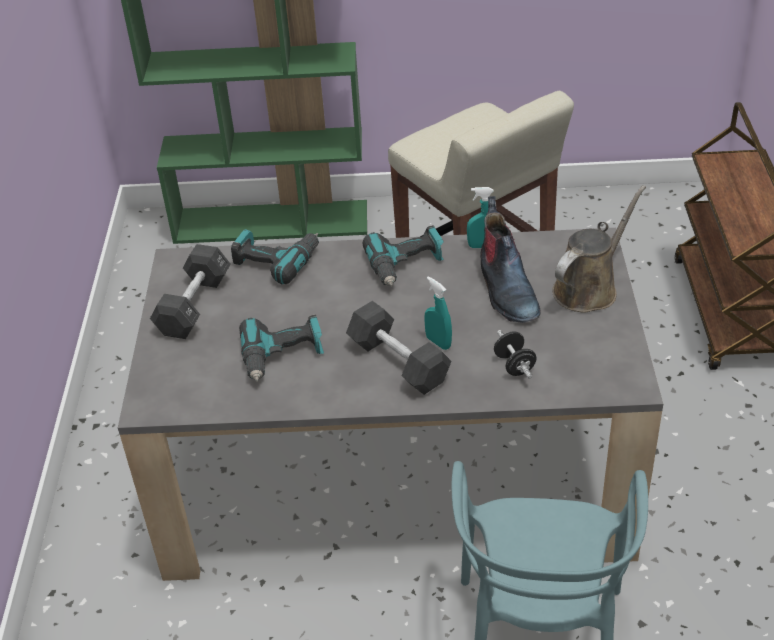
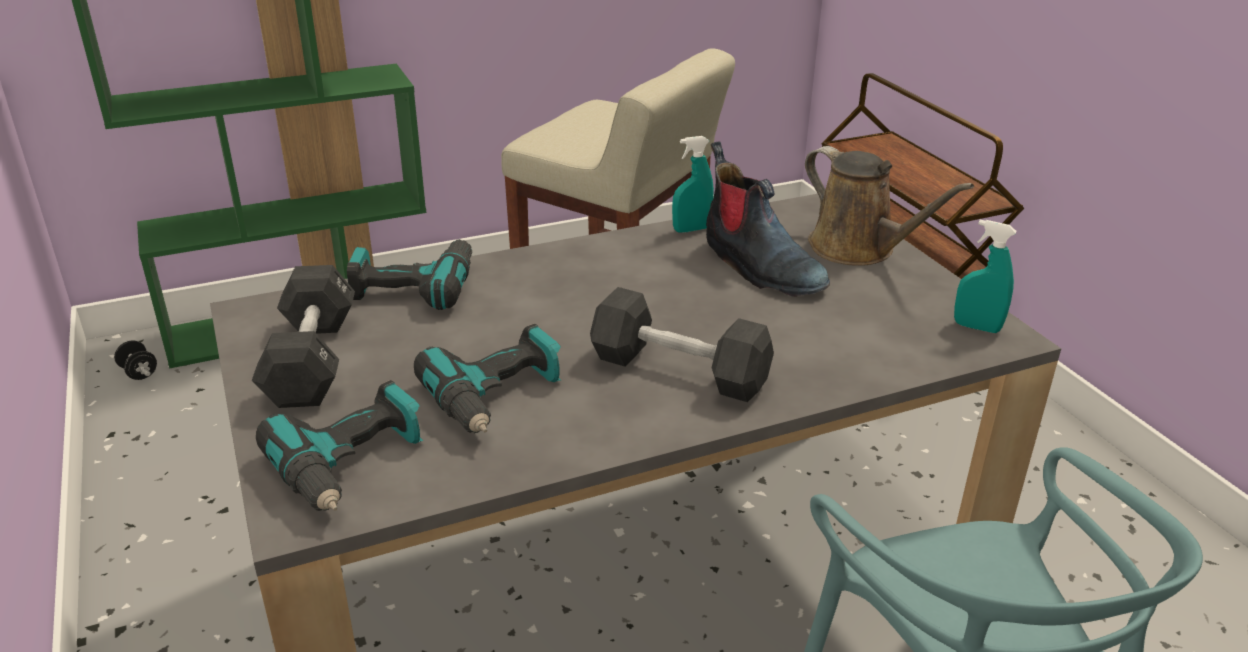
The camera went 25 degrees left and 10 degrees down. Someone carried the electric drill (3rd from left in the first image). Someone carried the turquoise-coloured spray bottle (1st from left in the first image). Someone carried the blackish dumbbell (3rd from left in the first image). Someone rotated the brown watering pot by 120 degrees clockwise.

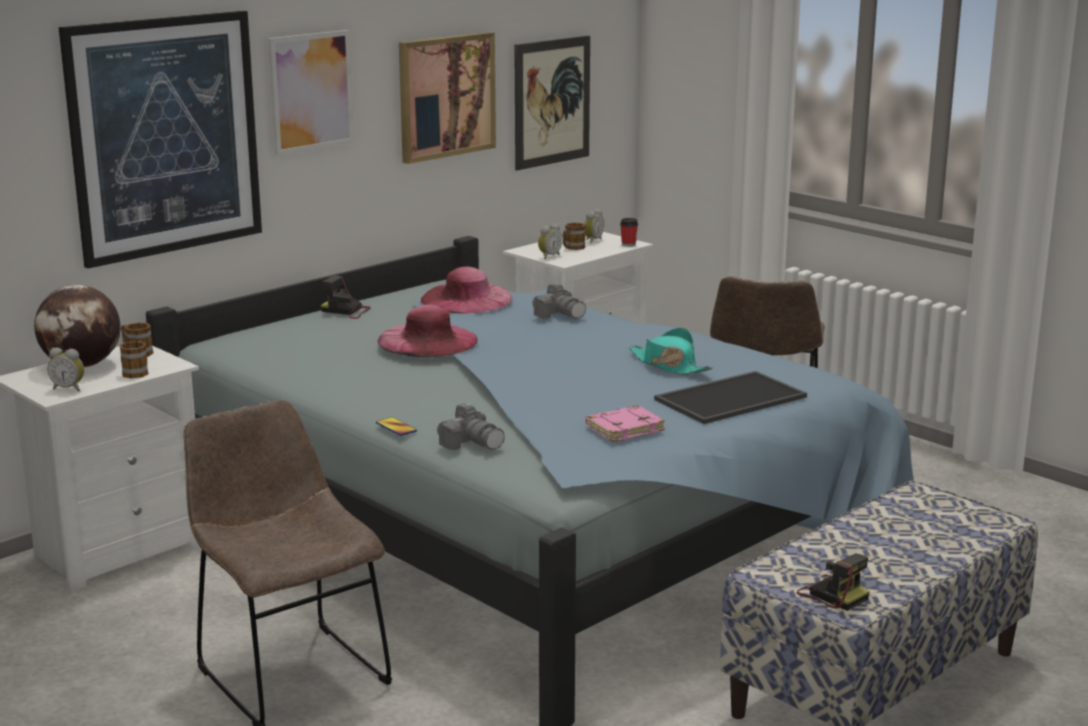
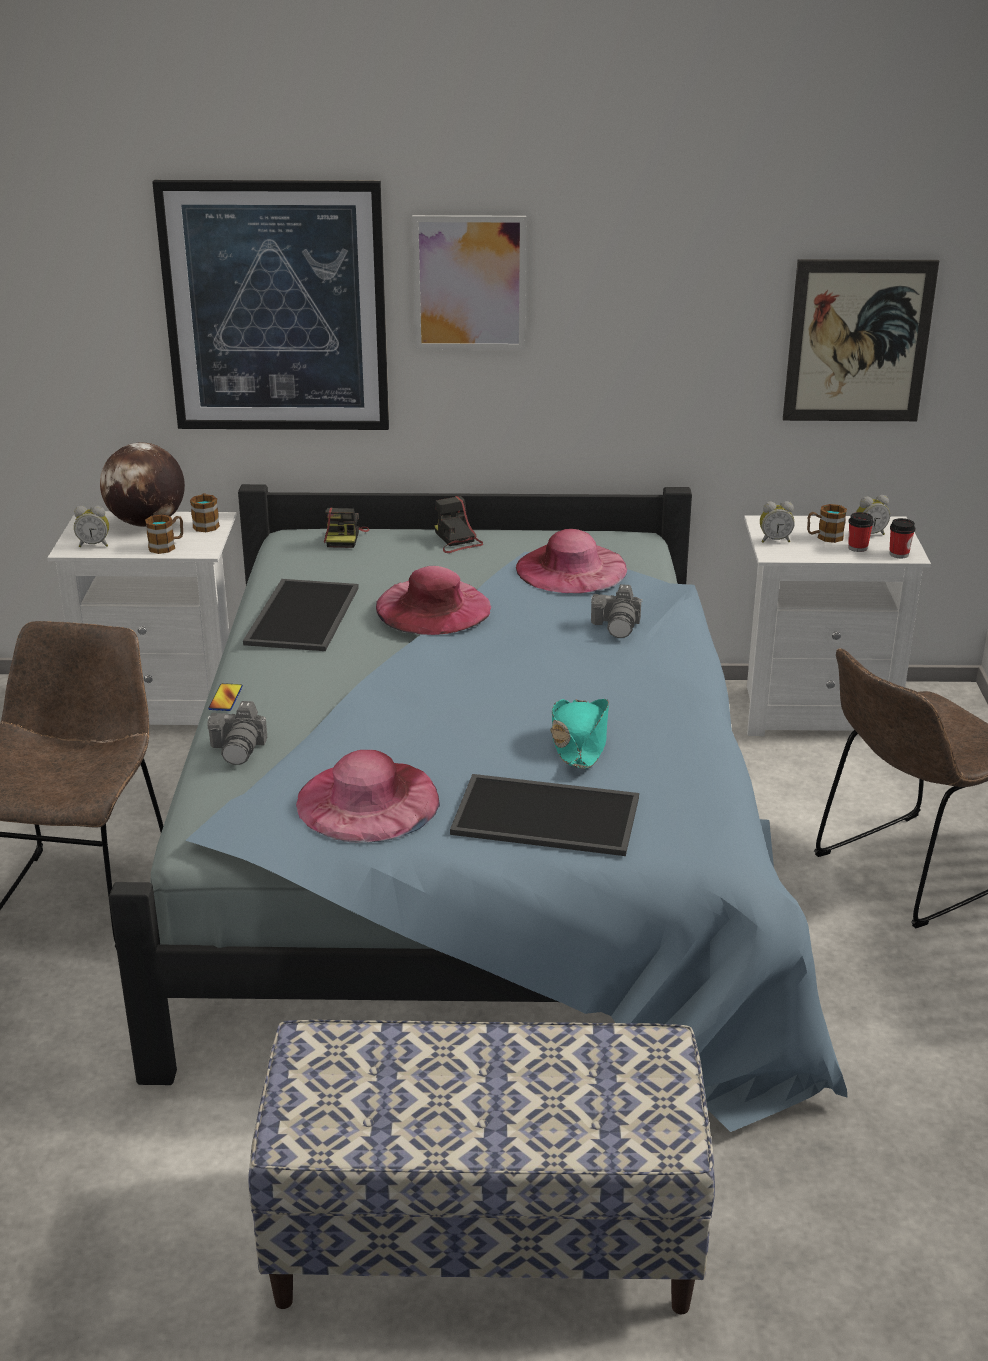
The camera went 45 degrees right and 10 degrees up. Someone rotated the alarm clock (1st from left) by 60 degrees counterclockwise. Someone took away the picture (3rd from left). Someone swapped the pink bound book for the pink wearable hat (1st from left). Someone carried the photo camera (4th from left in the first image). Someone put down the tray (1st from left). Someone put down the cup (1st from left).

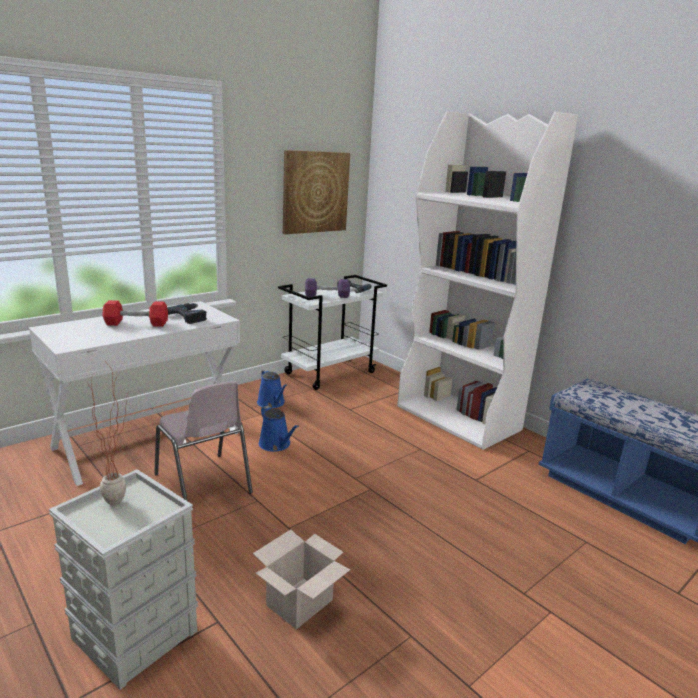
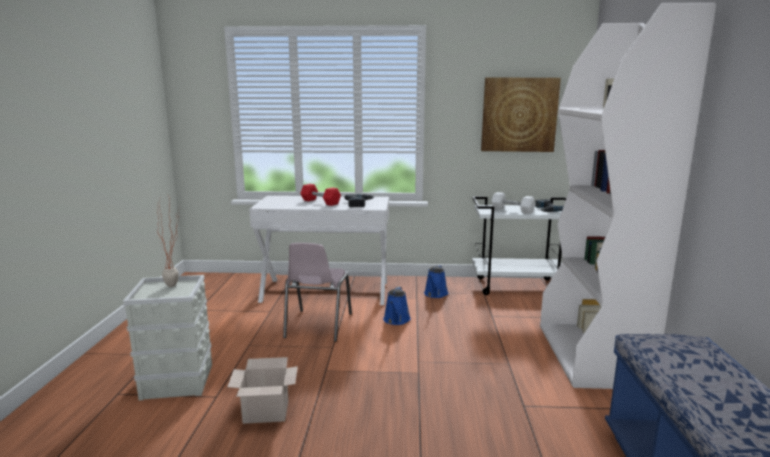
The camera went 45 degrees right and 5 degrees down. Someone repainted the purple-coloured dumbbell, which became the white-coloured dumbbell.

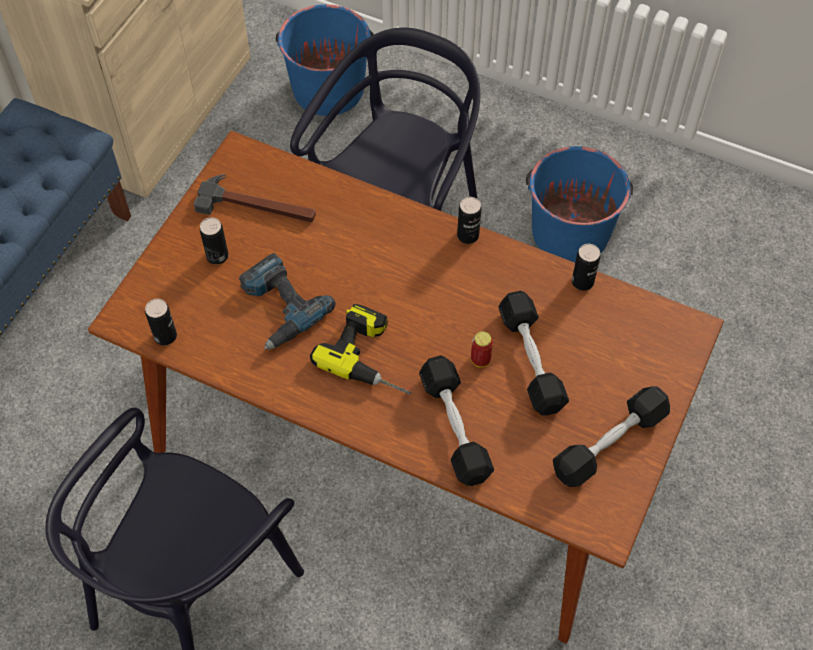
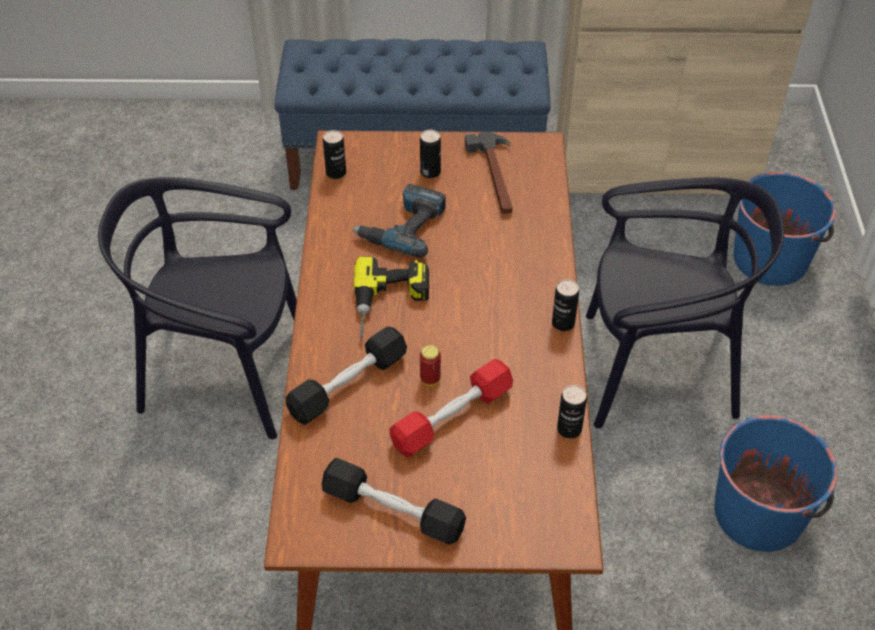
The camera went 65 degrees right and 10 degrees down. Someone repainted the blackish dumbbell (2nd from left), which became the red-coloured dumbbell.

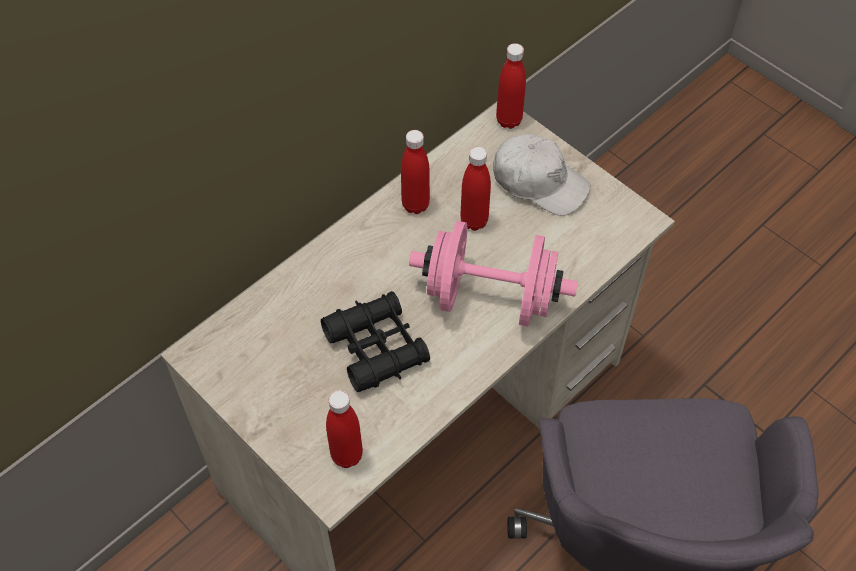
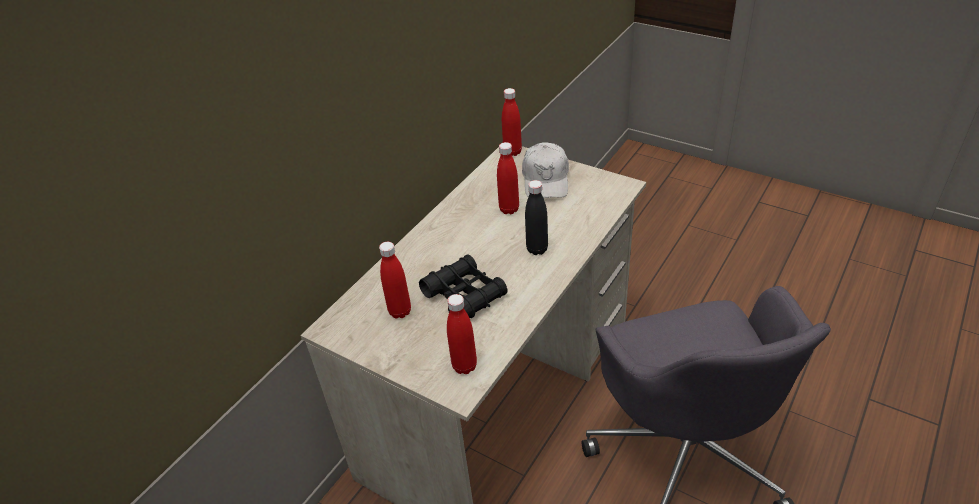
The camera went 10 degrees left and 15 degrees down. Someone carried the red-coloured drink bottle (2nd from left in the first image). Someone swapped the pink dumbbell for the blackish drink bottle. Someone rotated the white-coloured baseball cap by 75 degrees clockwise.

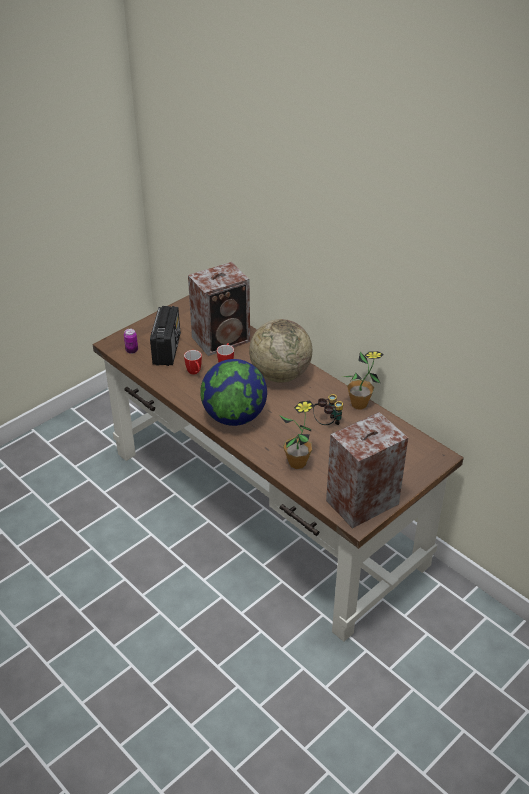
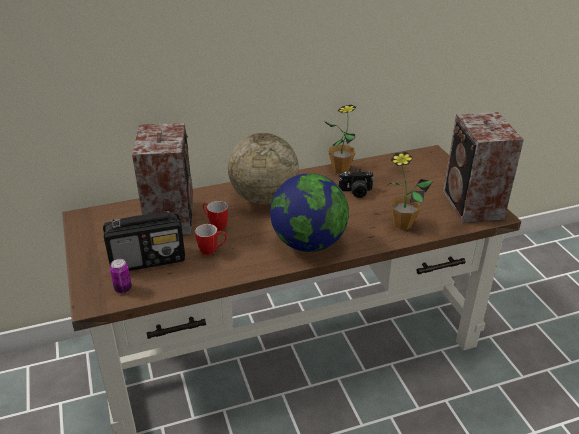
The camera went 65 degrees left and 5 degrees down. Someone rotated the radio receiver by 135 degrees clockwise. Someone swapped the binoculars for the photo camera.

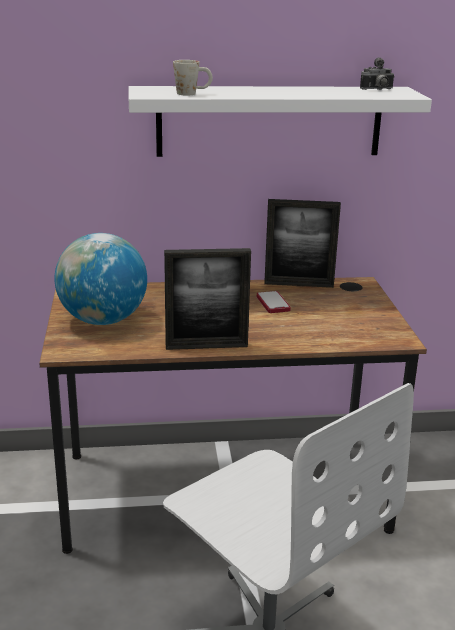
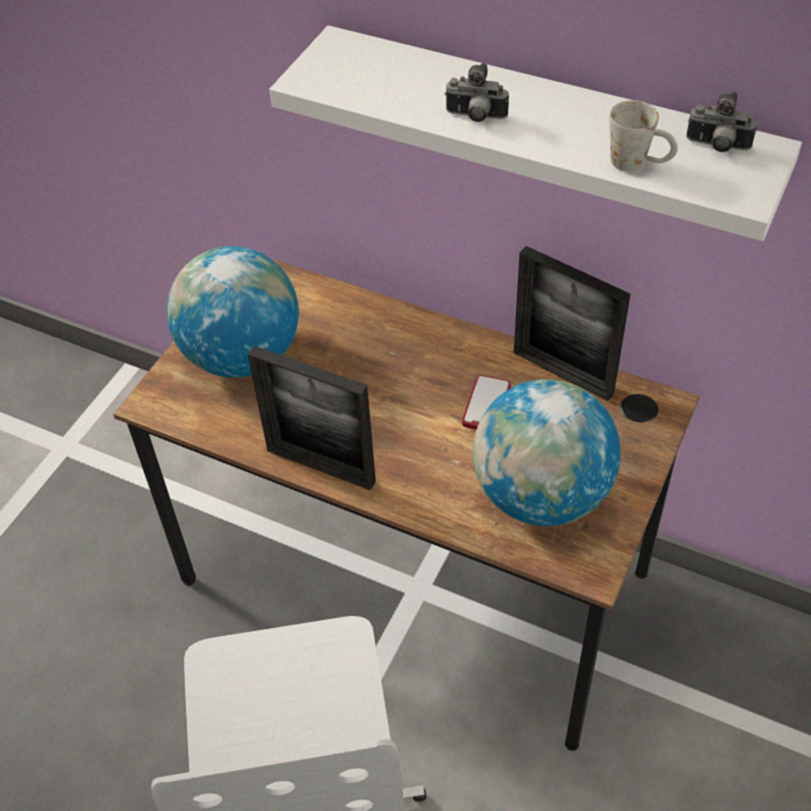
The camera went 35 degrees right and 25 degrees up. Someone carried the white-coloured mug. Someone put down the photo camera (1st from left). Someone put down the desk globe (2nd from left).

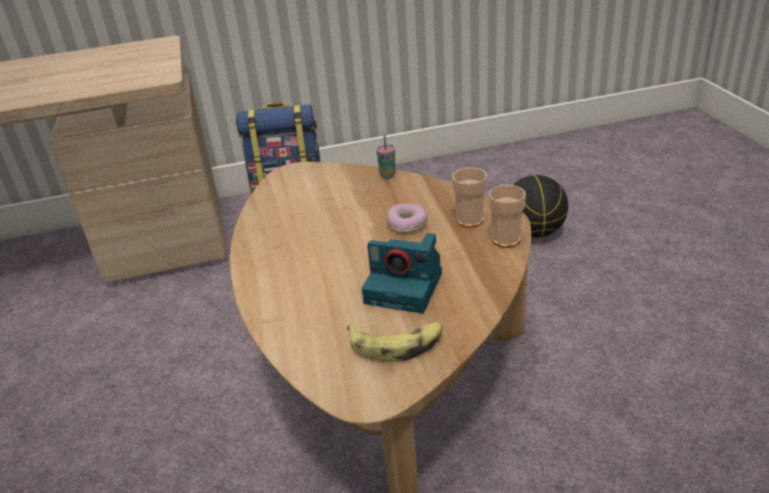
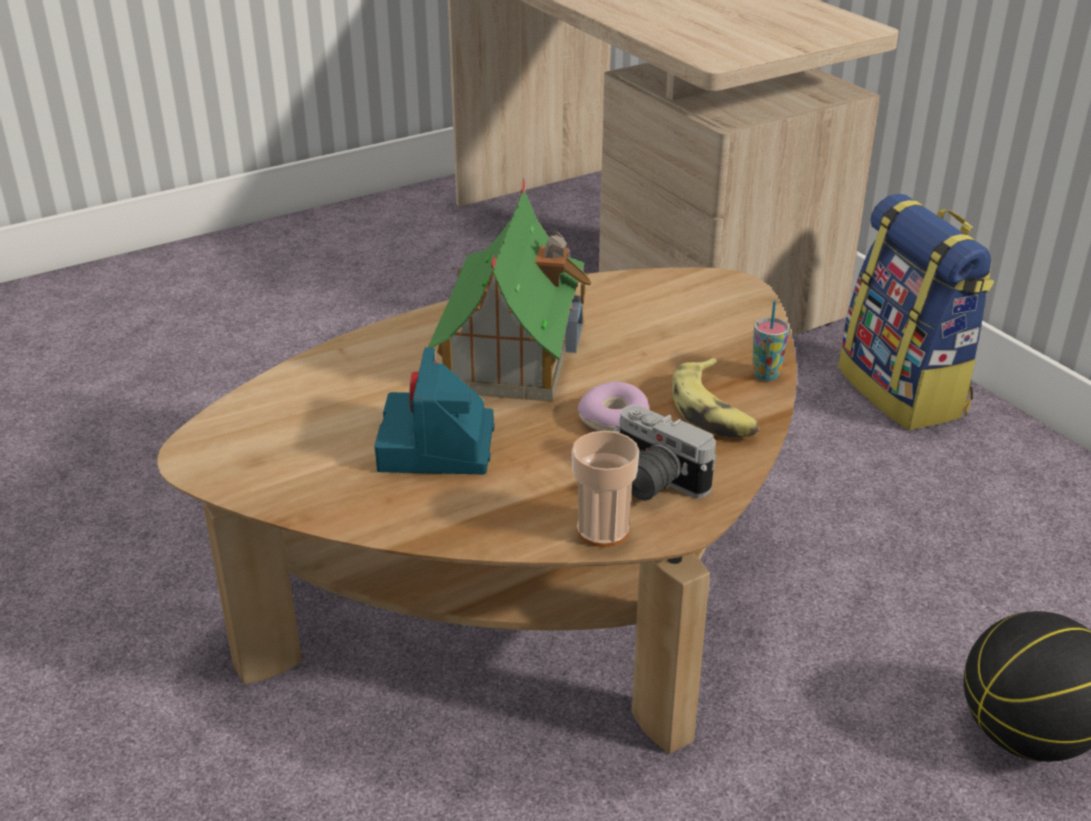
The camera went 70 degrees right and 0 degrees up. Someone carried the banana. Someone swapped the cup (2nd from left) for the photo camera (2nd from left). Someone put down the miniature house.

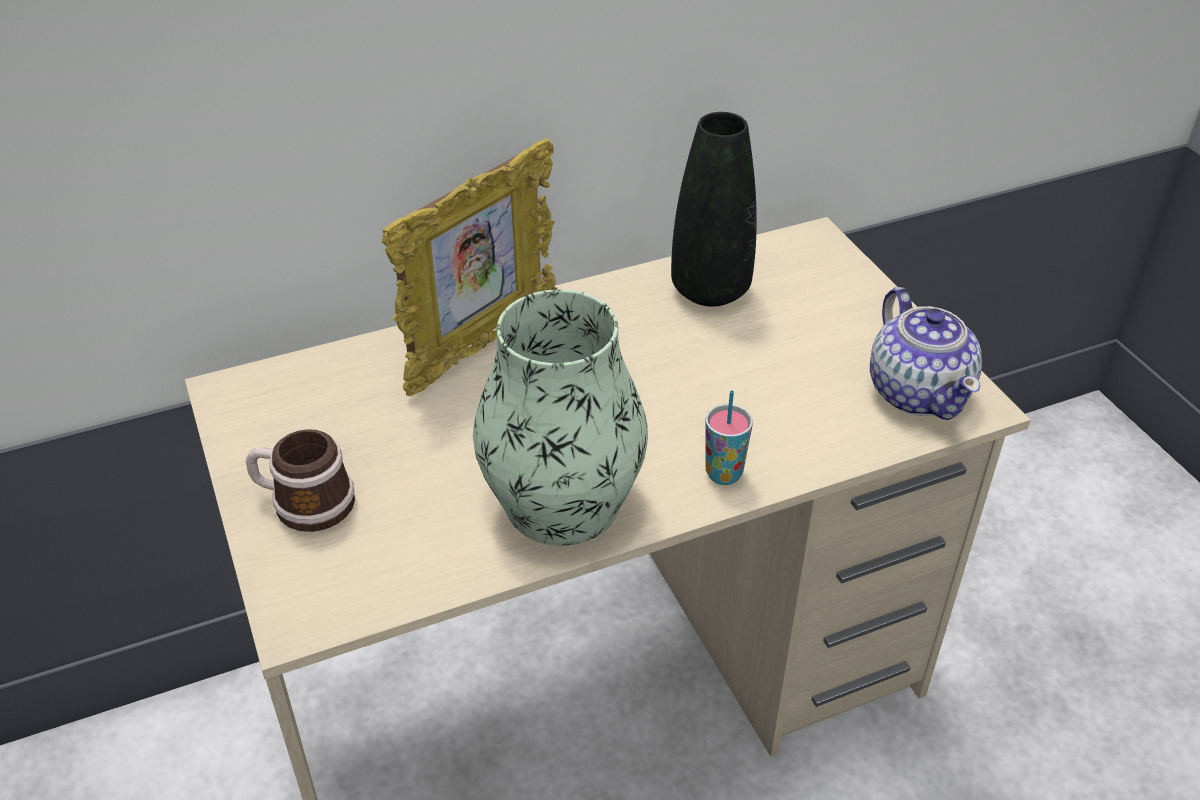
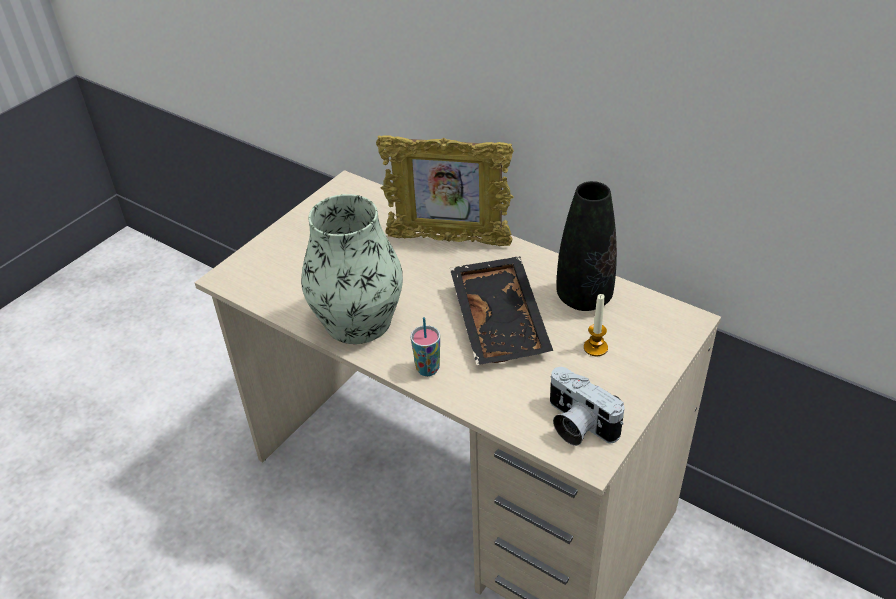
The camera went 60 degrees right and 0 degrees up. Someone took away the mug. Someone swapped the tea pot for the photo camera. Someone put down the blackish tray. Someone put down the candle.

